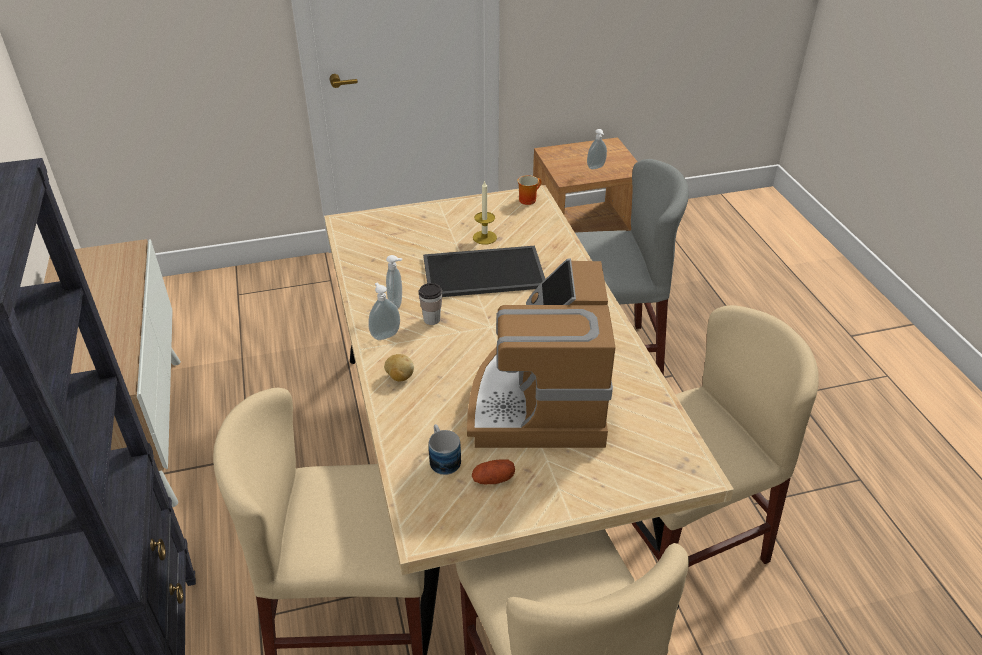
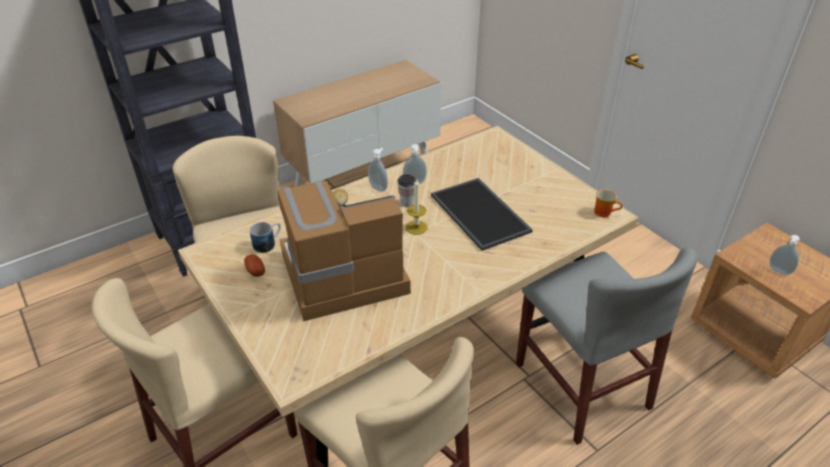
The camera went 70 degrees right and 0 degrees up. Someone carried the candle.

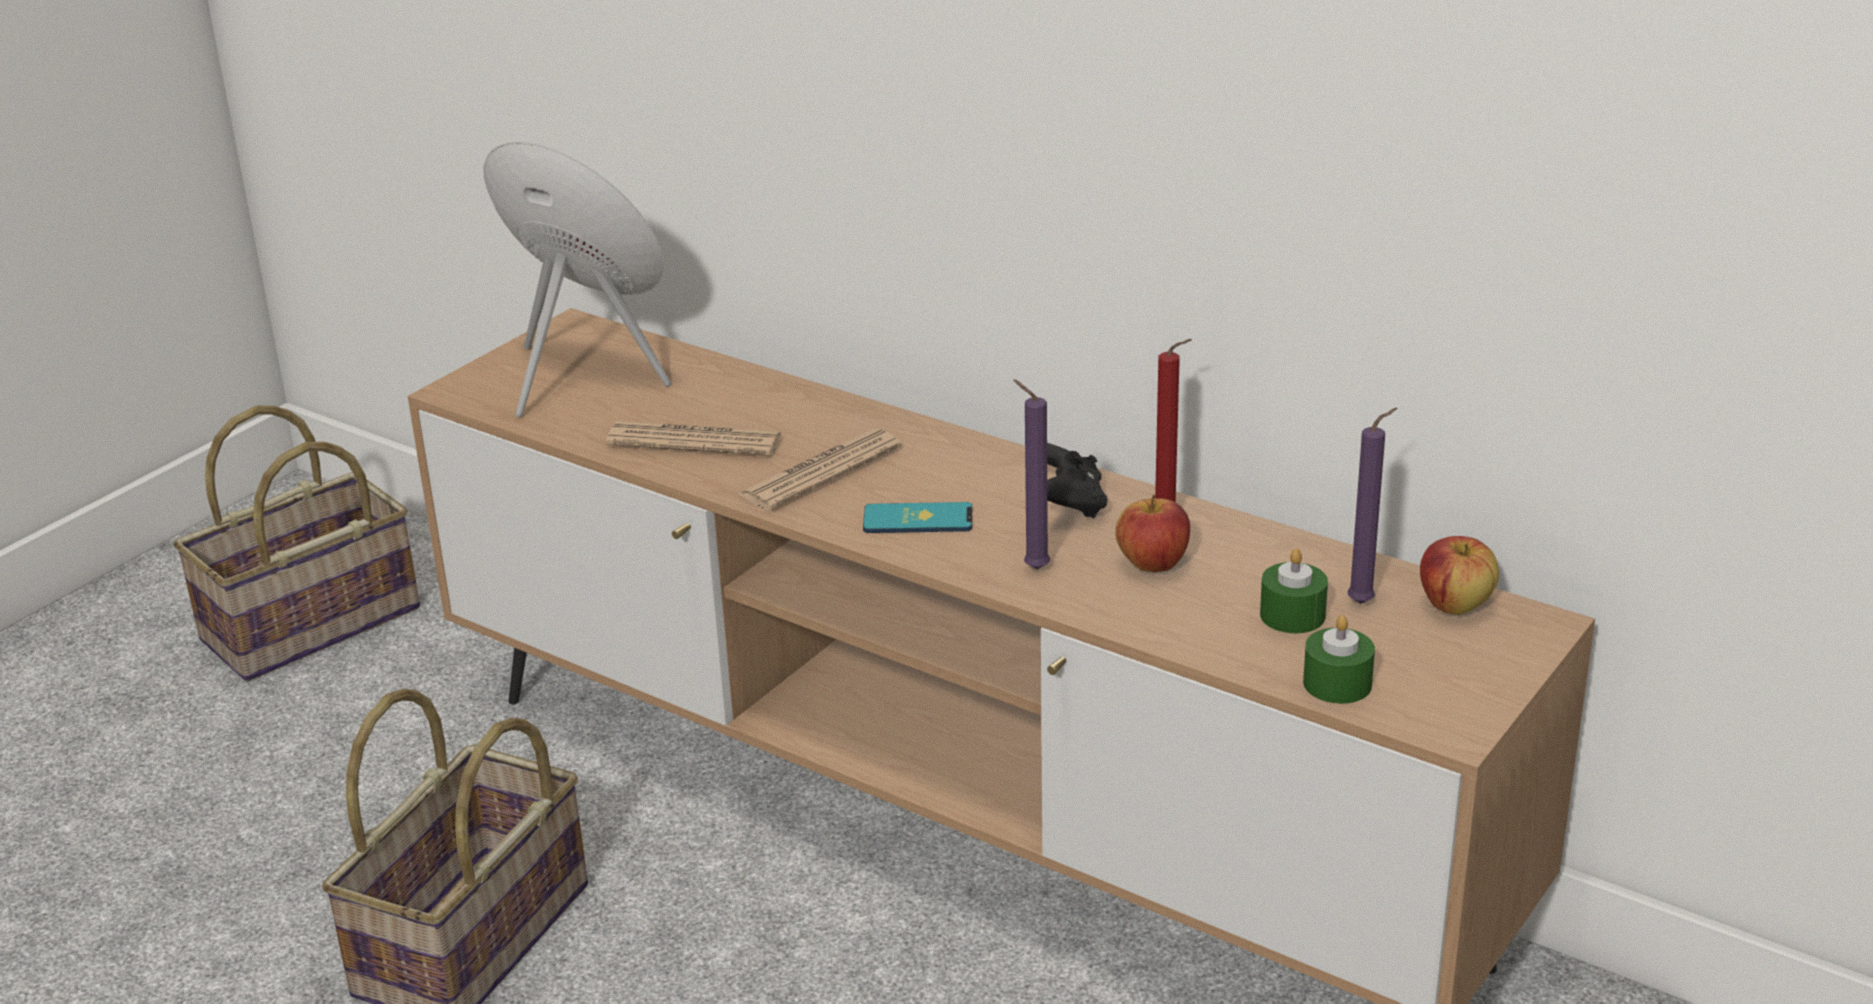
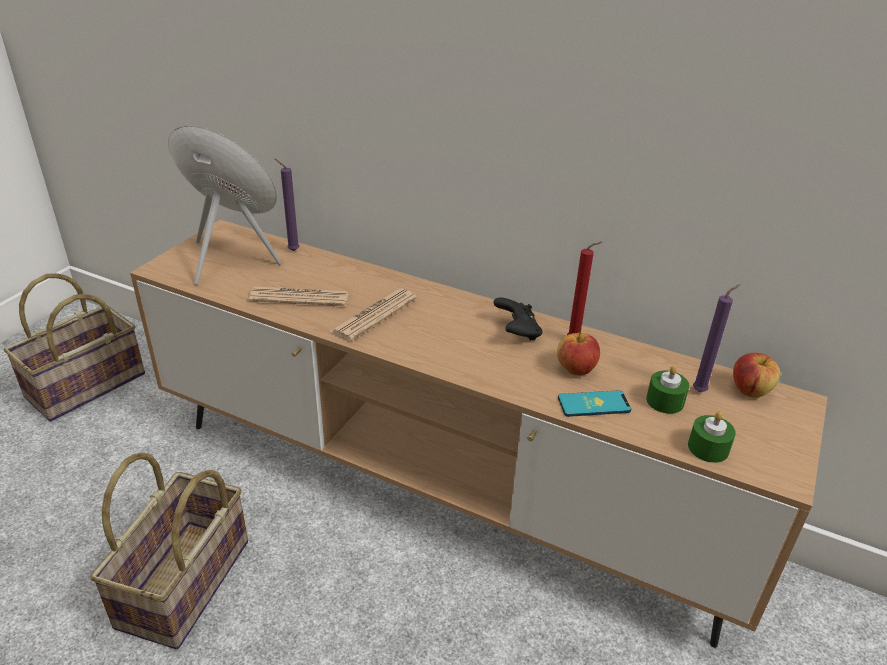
The camera went 10 degrees left and 5 degrees up. Someone carried the telephone. Someone carried the purple-coloured candle (1st from left).

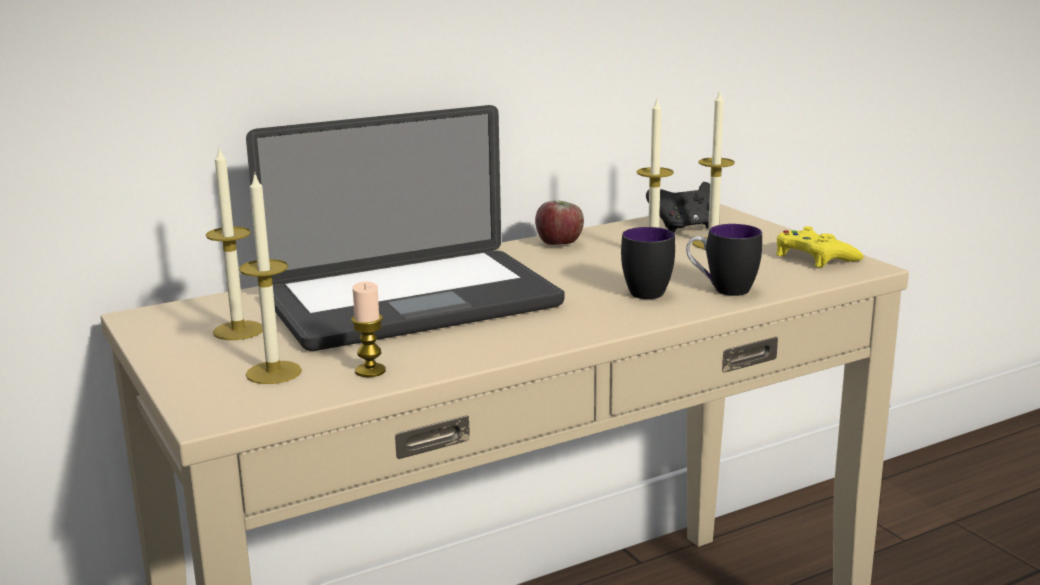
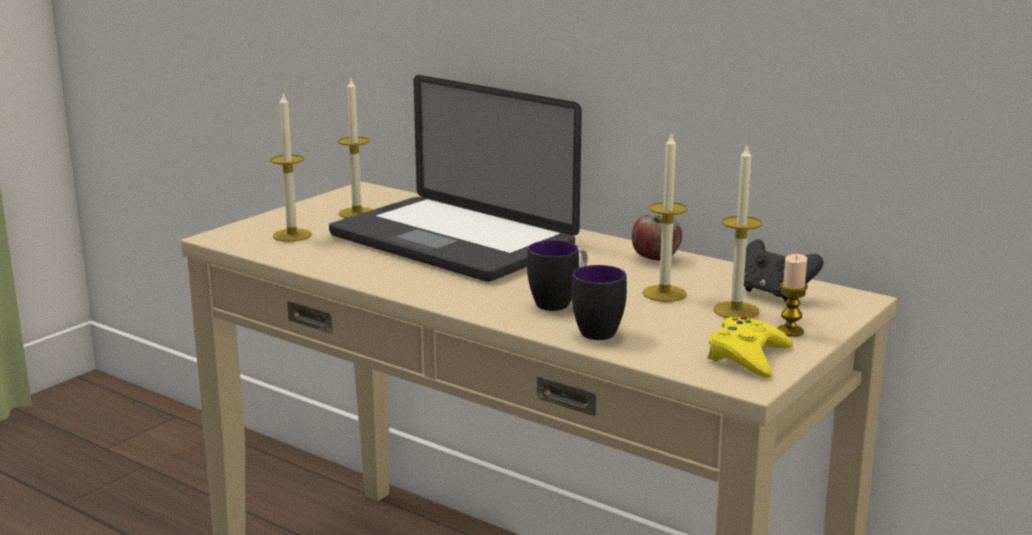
The camera went 65 degrees right and 0 degrees up. Someone carried the candle (3rd from left in the first image).

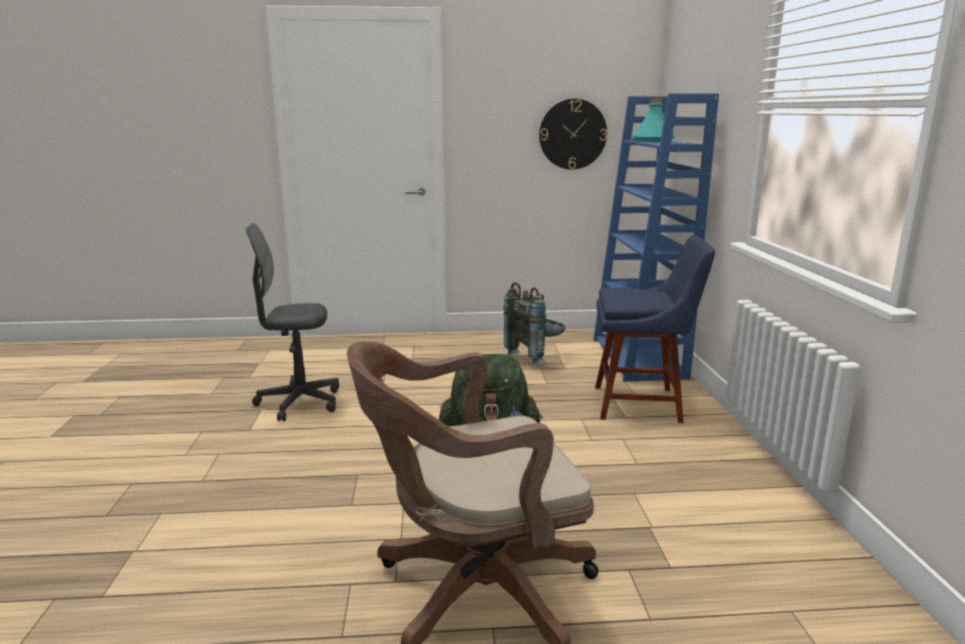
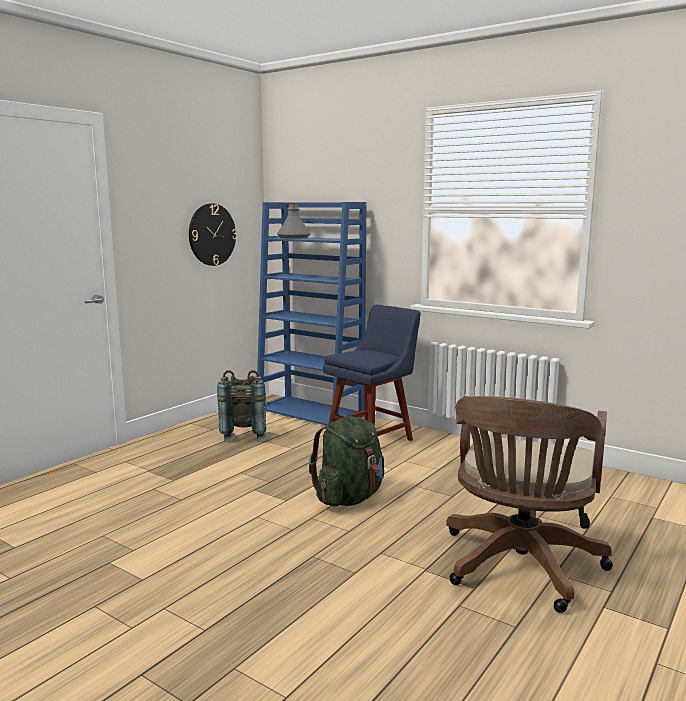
The camera went 50 degrees left and 5 degrees down. Someone took away the gray office chair. Someone repainted the turquoise-coloured drink bottle, which became the gray drink bottle.

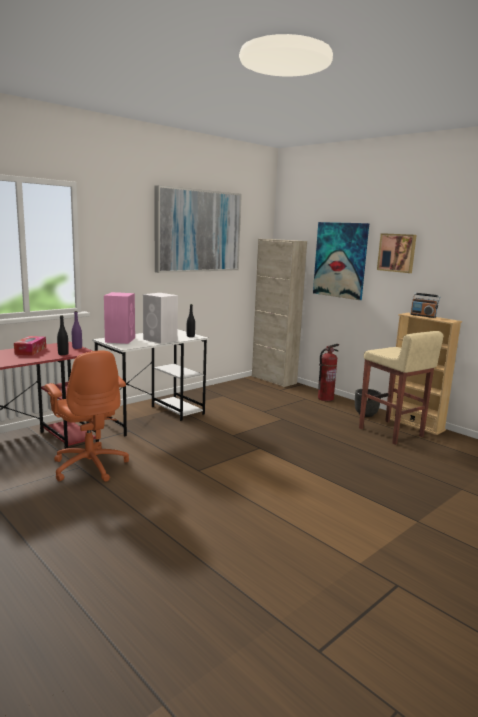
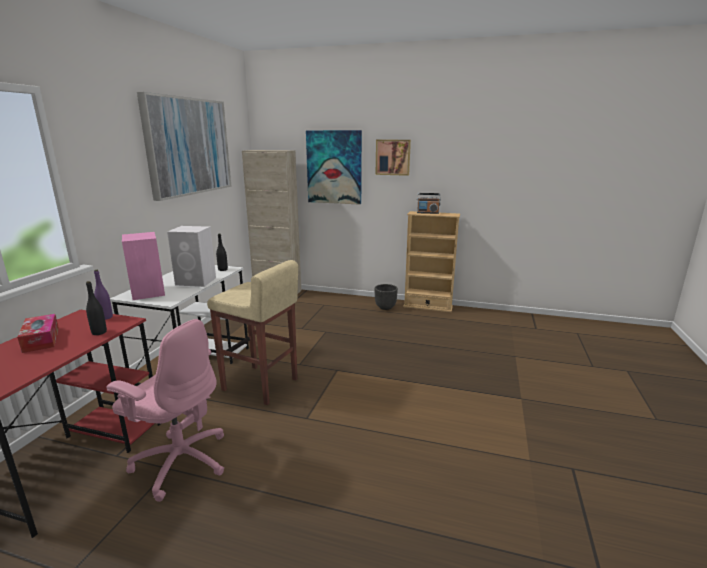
The camera went 30 degrees left and 5 degrees up. Someone repainted the orange-coloured office chair, which became the pink office chair. Someone took away the fire-fighting cylinder. Someone carried the beige-coloured stool seat.

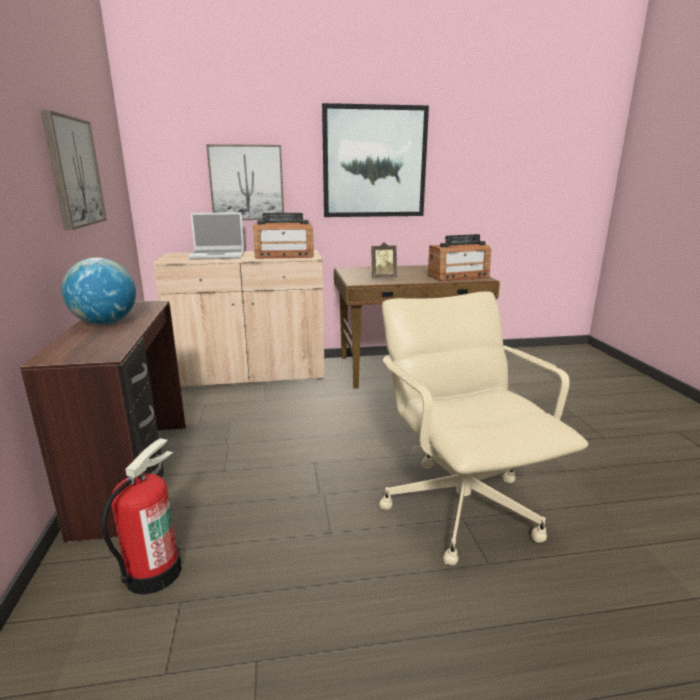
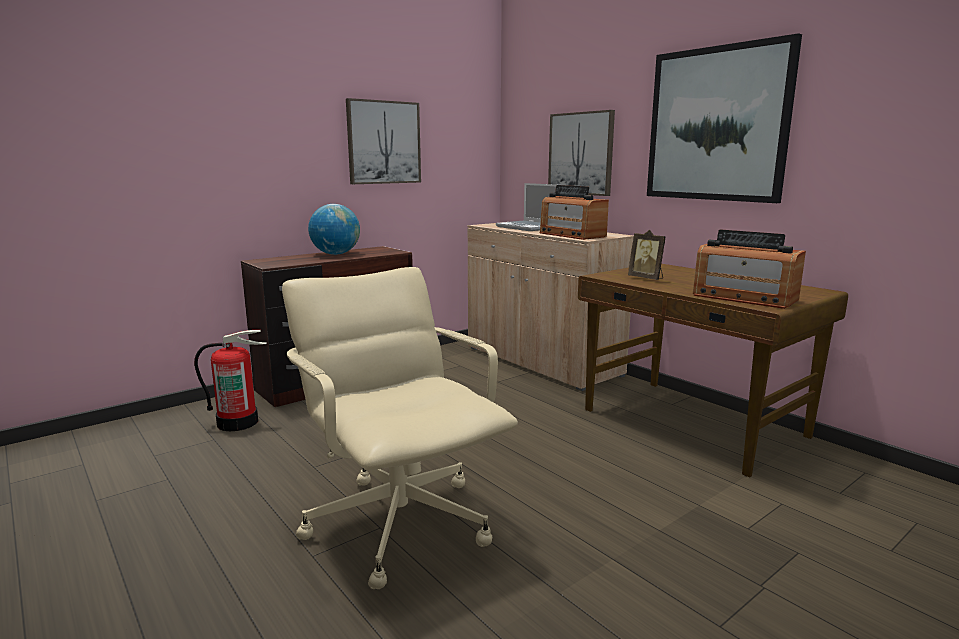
The camera went 60 degrees right and 5 degrees down. Someone rotated the beige-coloured office chair by 75 degrees counterclockwise.

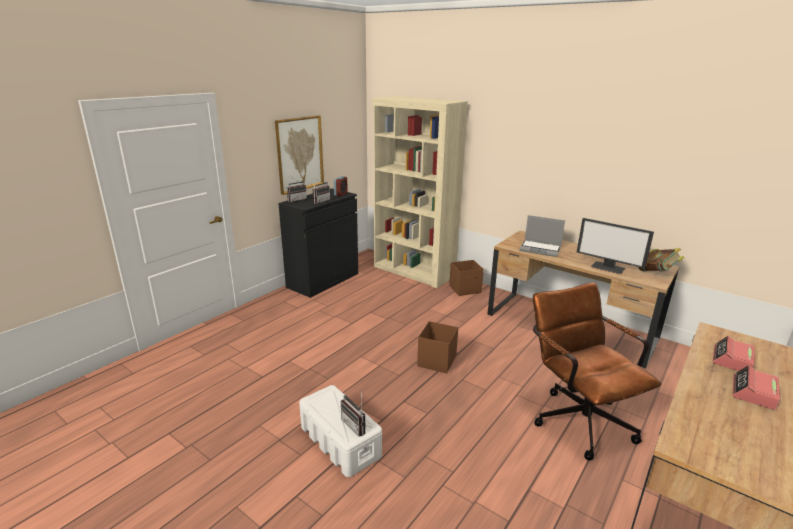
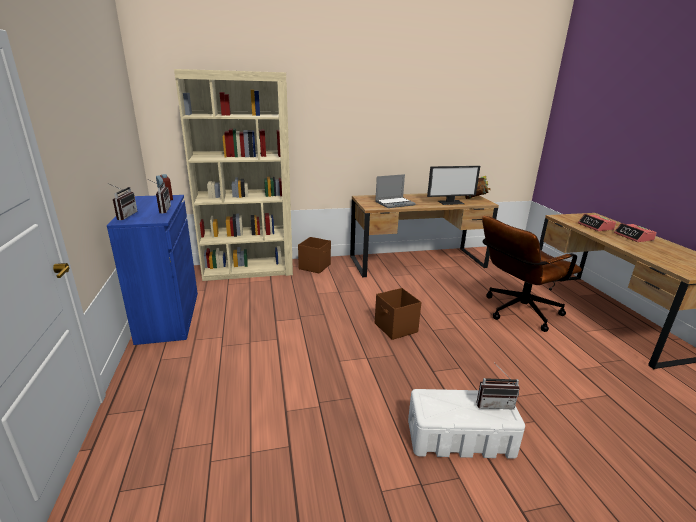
The camera went 50 degrees left and 0 degrees up. Someone took away the picture. Someone repainted the blackish cabinet, which became the blue cabinet. Someone rotated the brown office chair by 45 degrees counterclockwise.

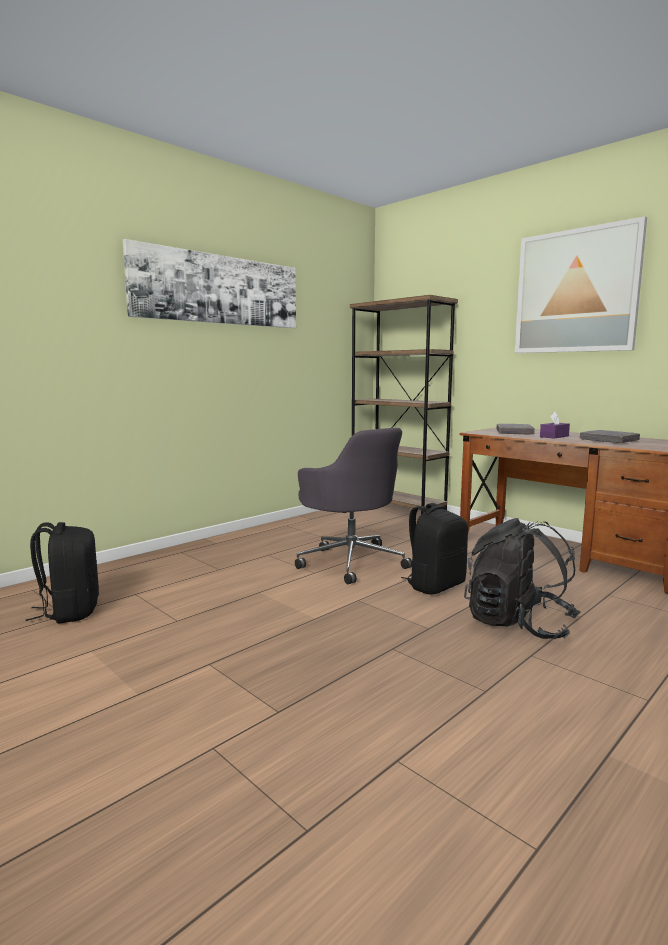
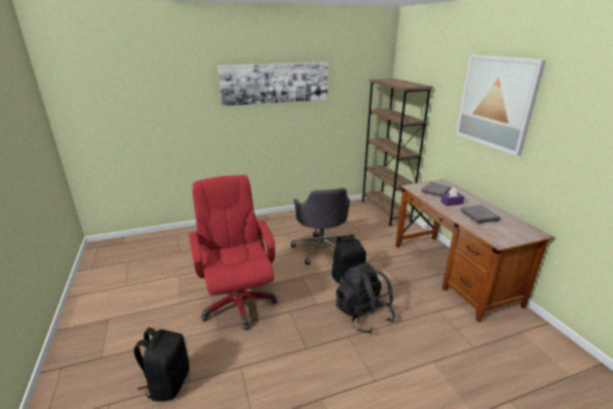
The camera went 25 degrees right and 15 degrees up. Someone carried the blackish knapsack (1st from left). Someone put down the red-coloured office chair.

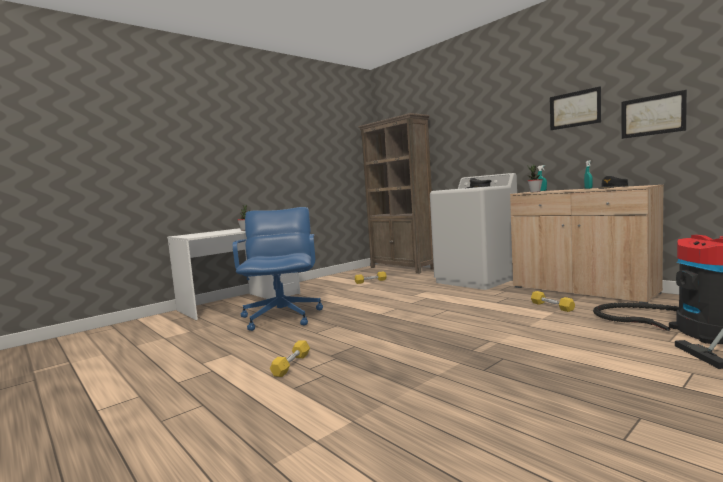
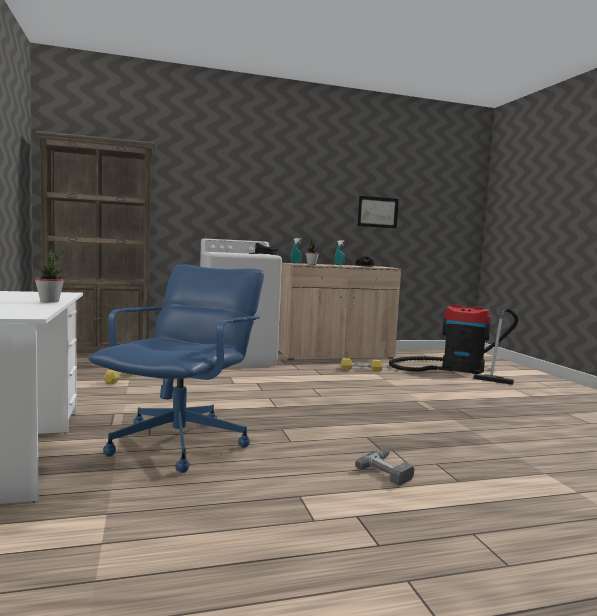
The camera went 65 degrees left and 0 degrees up. Someone rotated the blue office chair by 90 degrees clockwise. Someone swapped the yellow-coloured dumbbell (1st from left) for the electric drill. Someone took away the picture (1st from left).

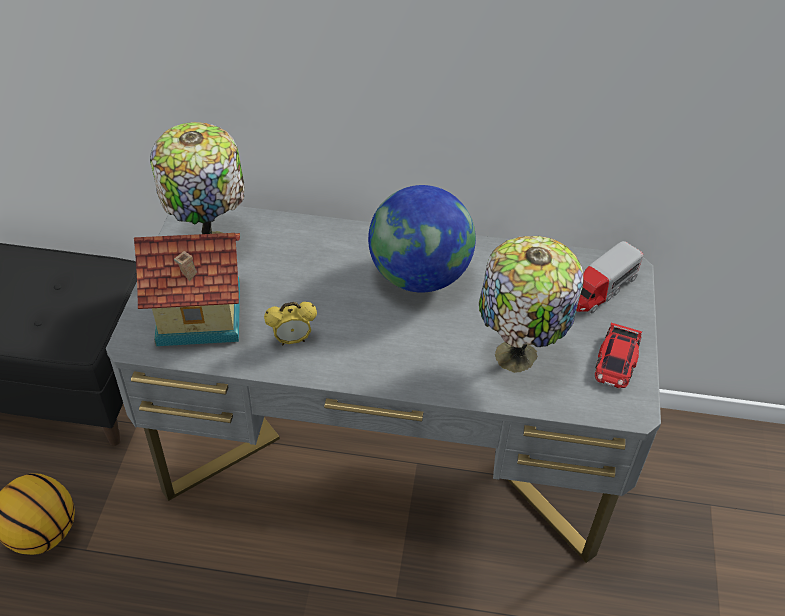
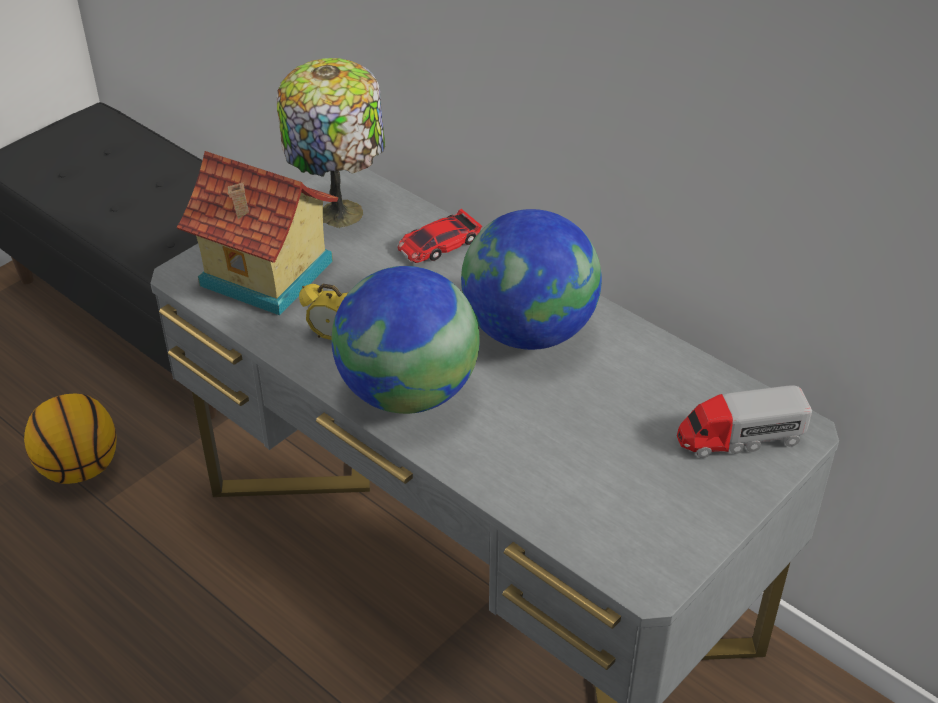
The camera went 35 degrees right and 5 degrees down. Someone took away the tabletop lamp (2nd from left). Someone carried the toy car. Someone put down the desk globe (1st from left).

